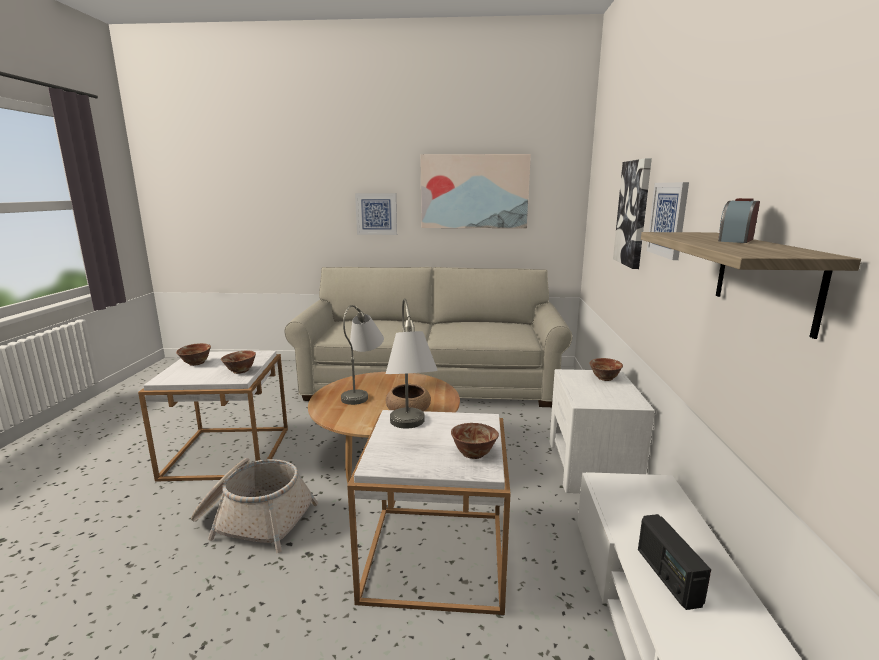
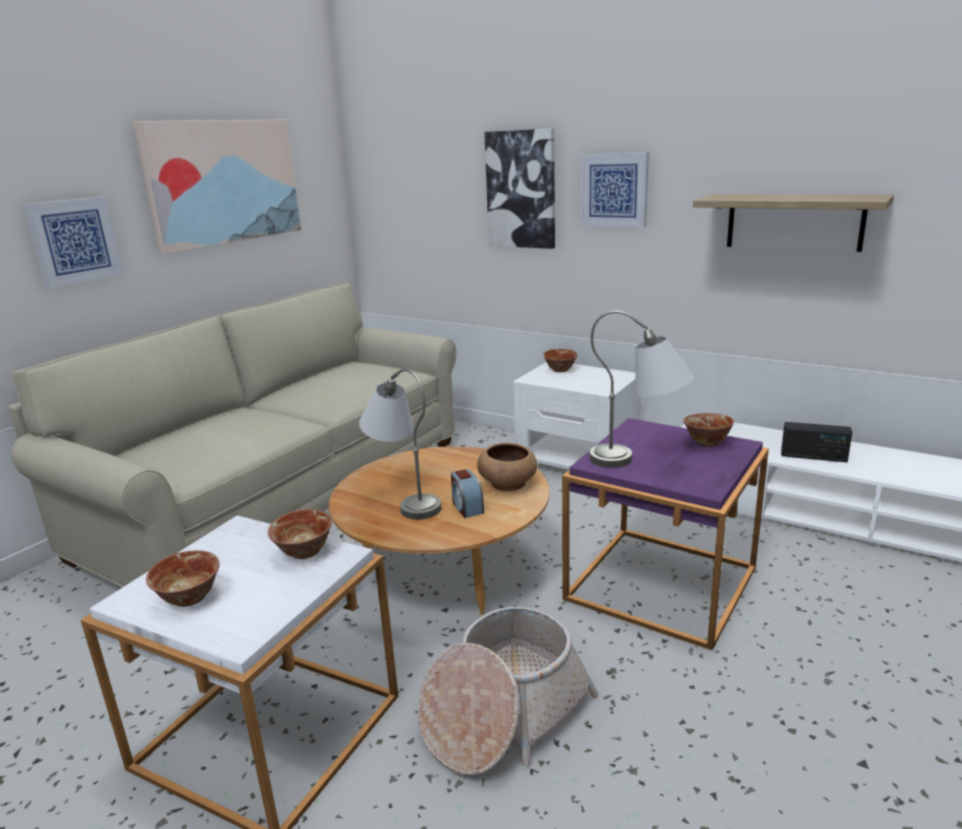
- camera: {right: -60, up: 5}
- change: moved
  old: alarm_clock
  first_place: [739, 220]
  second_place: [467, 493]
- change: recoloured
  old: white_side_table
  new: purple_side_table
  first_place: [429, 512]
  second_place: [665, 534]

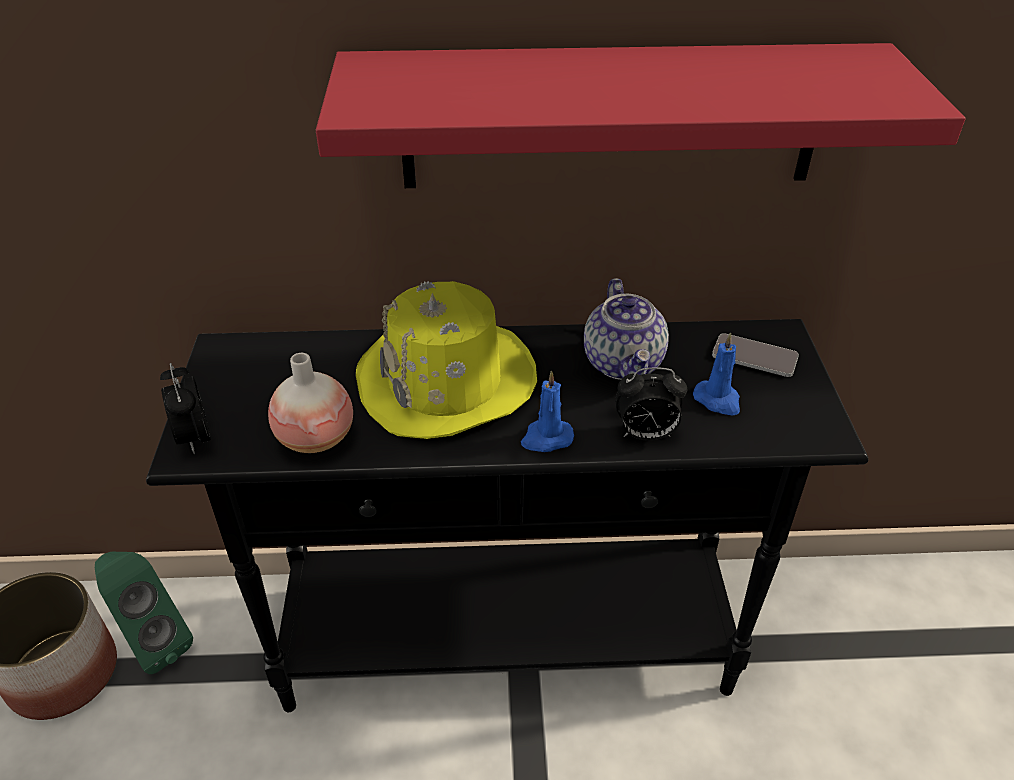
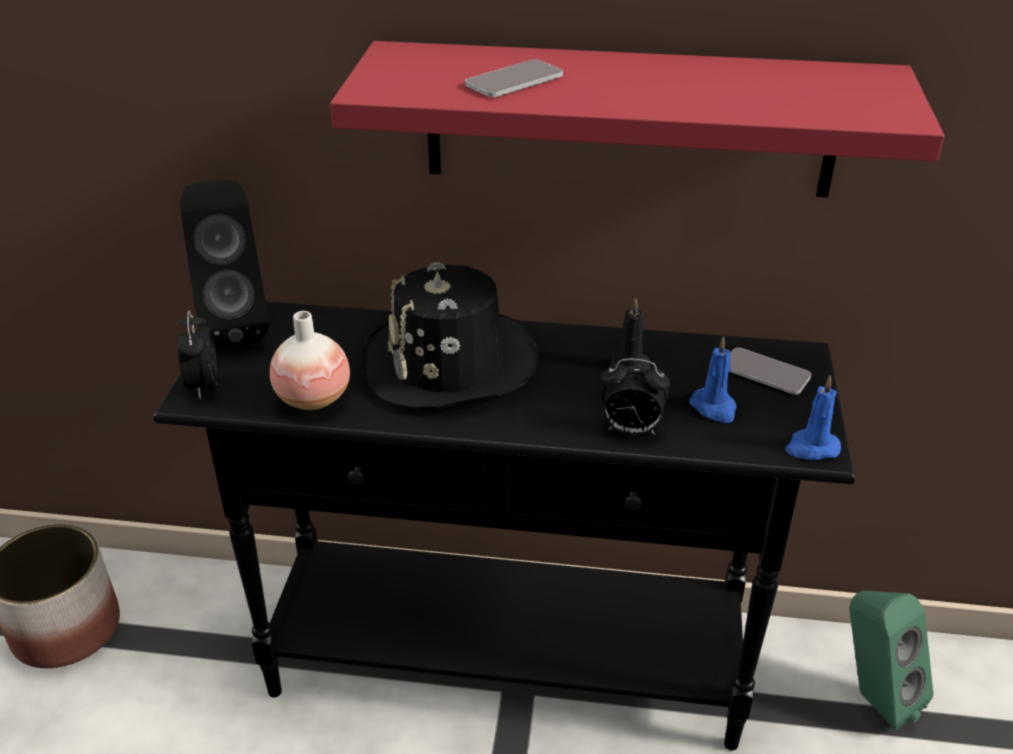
- camera: {right: 10, up: -5}
- change: added
  new: black_speaker
  second_place: [224, 264]
- change: recoloured
  old: yellow_hat
  new: black_hat
  first_place: [446, 360]
  second_place: [451, 335]
- change: added
  new: phone
  second_place: [514, 78]
- change: replaced
  old: teapot
  new: black_candle
  first_place: [626, 329]
  second_place: [630, 334]
- change: moved
  old: blue_candle
  first_place: [547, 411]
  second_place: [813, 417]
- change: moved
  old: green_speaker
  first_place: [144, 613]
  second_place: [891, 661]

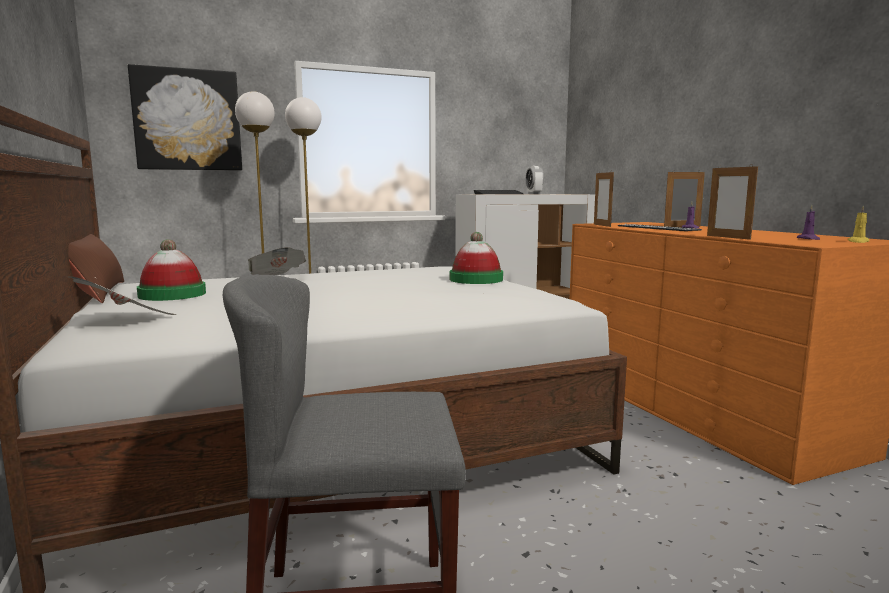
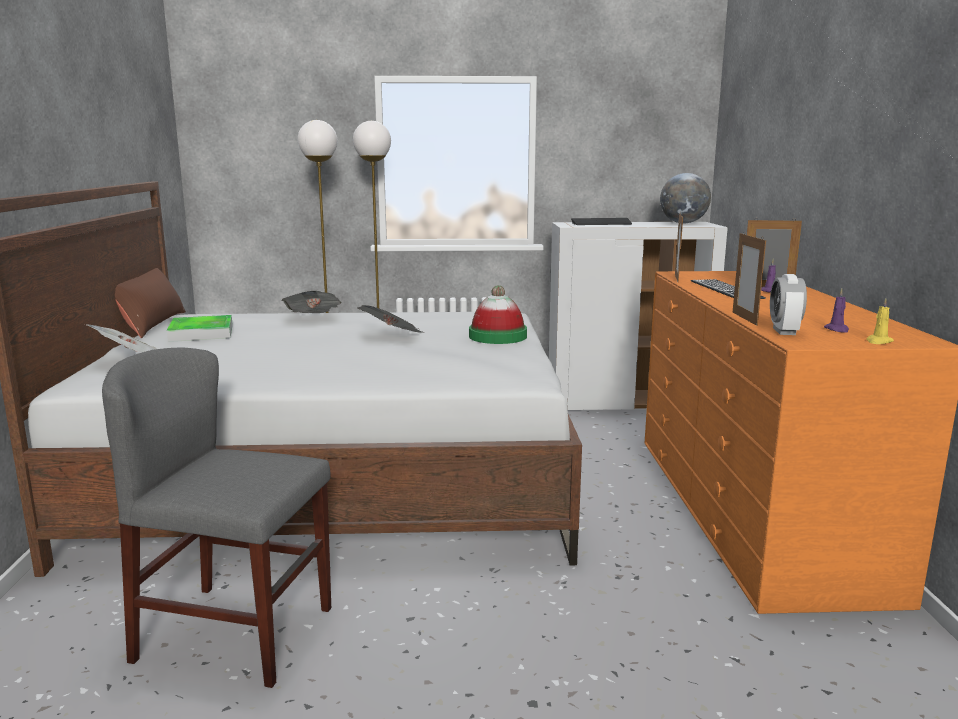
- camera: {right: 20, up: 5}
- change: replaced
  old: hat
  new: tray
  first_place: [171, 270]
  second_place: [200, 328]
- change: added
  new: newspaper
  second_place: [390, 319]
- change: added
  new: globe
  second_place: [685, 198]
- change: moved
  old: alarm_clock
  first_place: [535, 180]
  second_place: [788, 304]
- change: removed
  old: picture
  first_place: [185, 117]

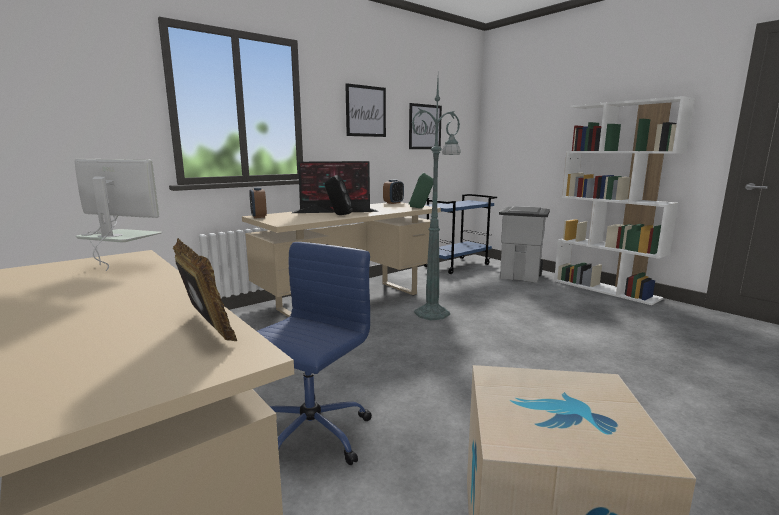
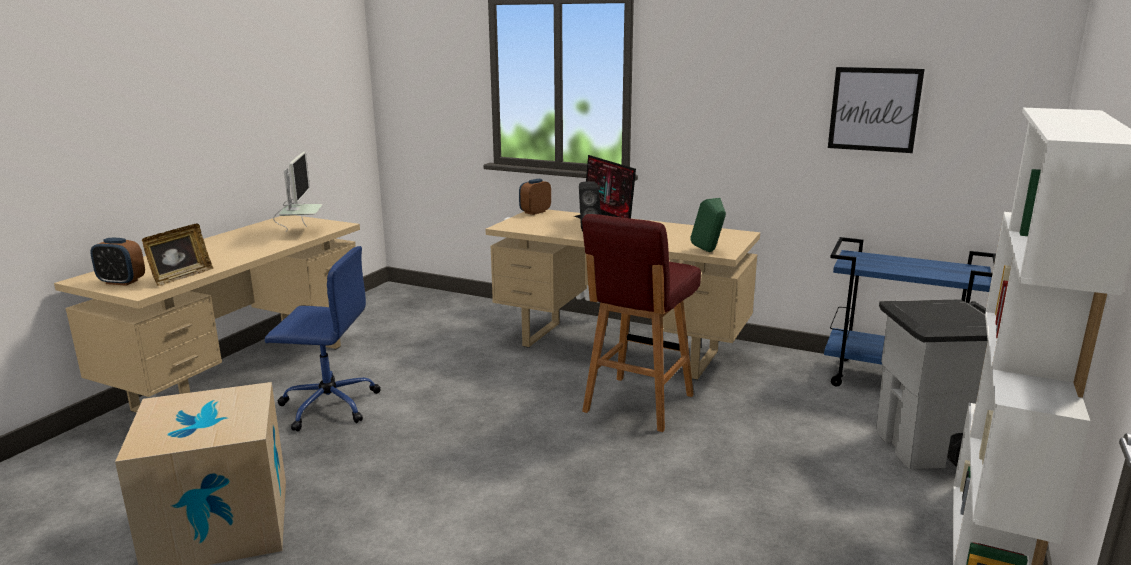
- camera: {right: 65, up: 5}
- change: moved
  old: alarm_clock
  first_place: [393, 192]
  second_place: [117, 262]
- change: replaced
  old: green_floor_lamp
  new: red_stool
  first_place: [436, 200]
  second_place: [641, 323]
- change: removed
  old: picture
  first_place: [365, 110]

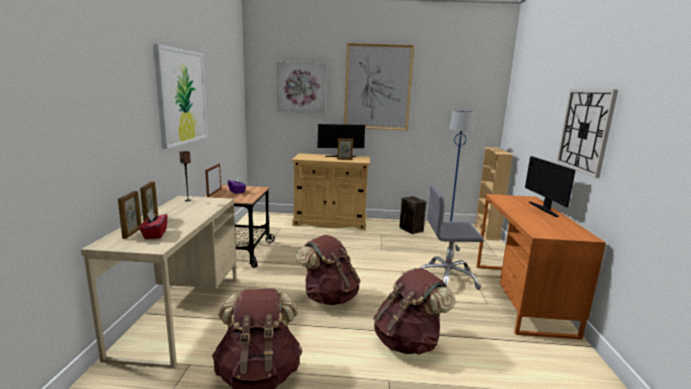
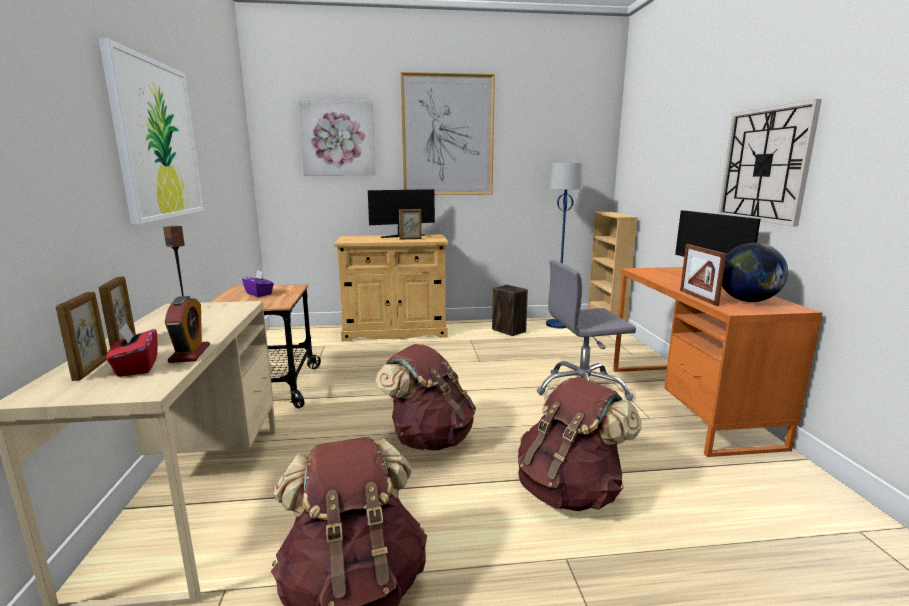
- camera: {right: -10, up: 0}
- change: added
  new: alarm_clock
  second_place: [187, 329]
- change: moved
  old: picture_frame
  first_place: [213, 180]
  second_place: [703, 275]
- change: added
  new: globe
  second_place: [755, 272]

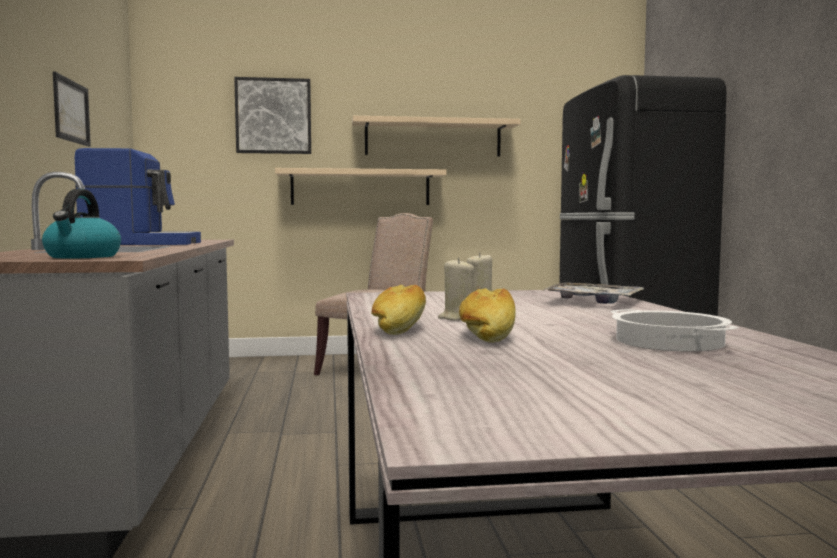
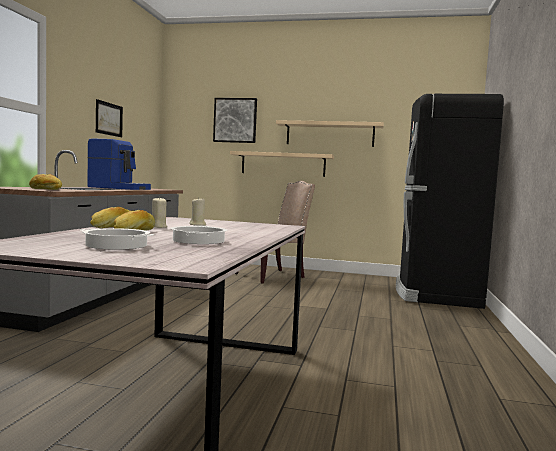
- camera: {right: 20, up: 0}
- change: replaced
  old: kettle
  new: bread
  first_place: [81, 223]
  second_place: [45, 182]
- change: added
  new: cooking_pot
  second_place: [117, 239]
- change: removed
  old: tray
  first_place: [593, 293]

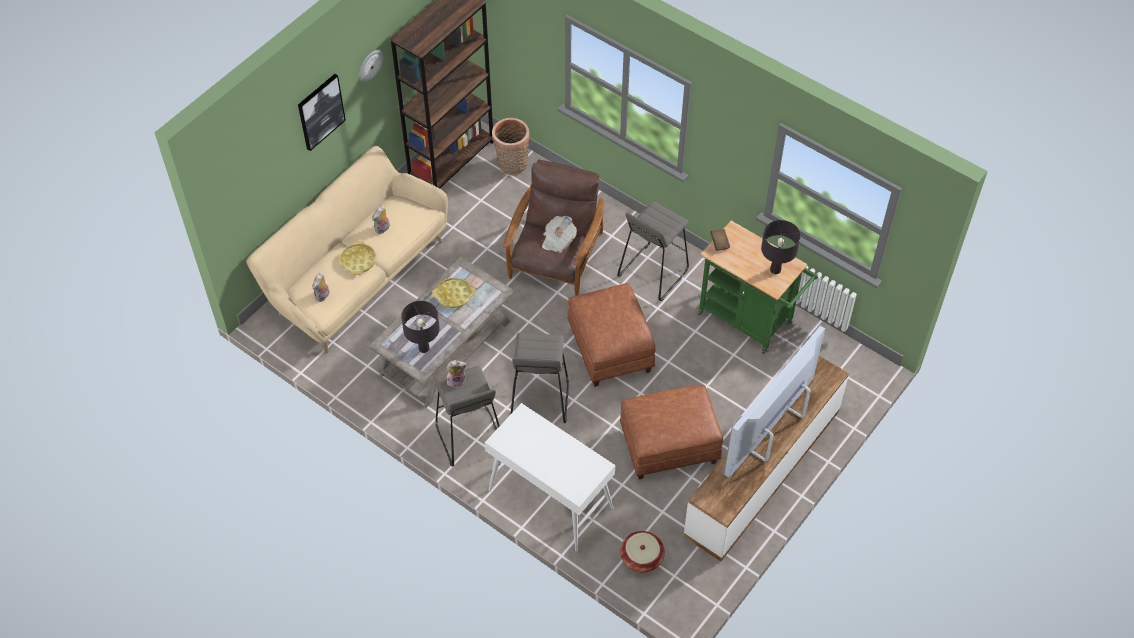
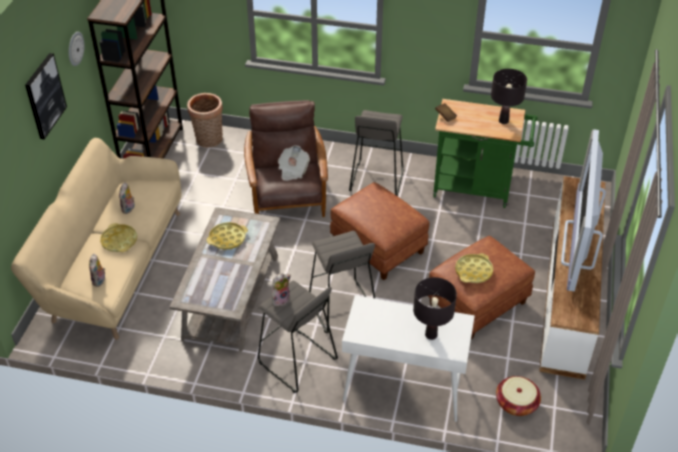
- camera: {right: -25, up: -10}
- change: moved
  old: black_table_lamp
  first_place: [420, 327]
  second_place: [435, 308]
- change: added
  new: yellow_tray
  second_place: [474, 268]

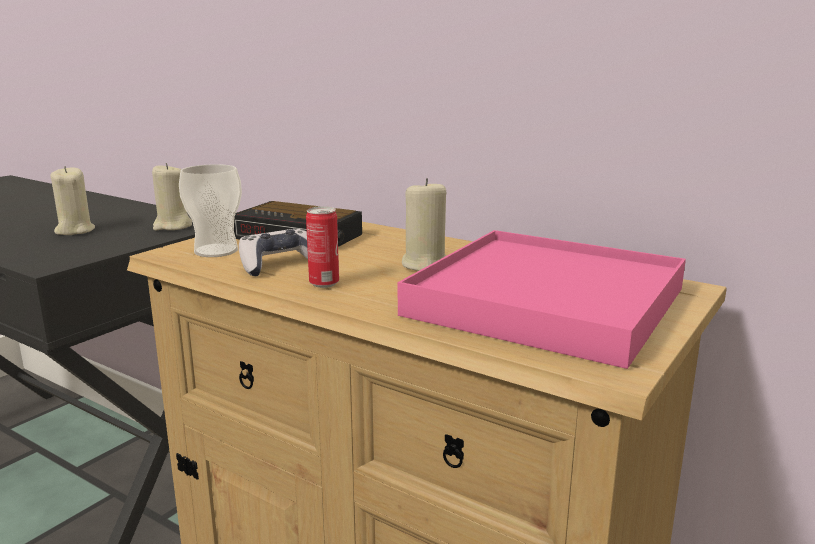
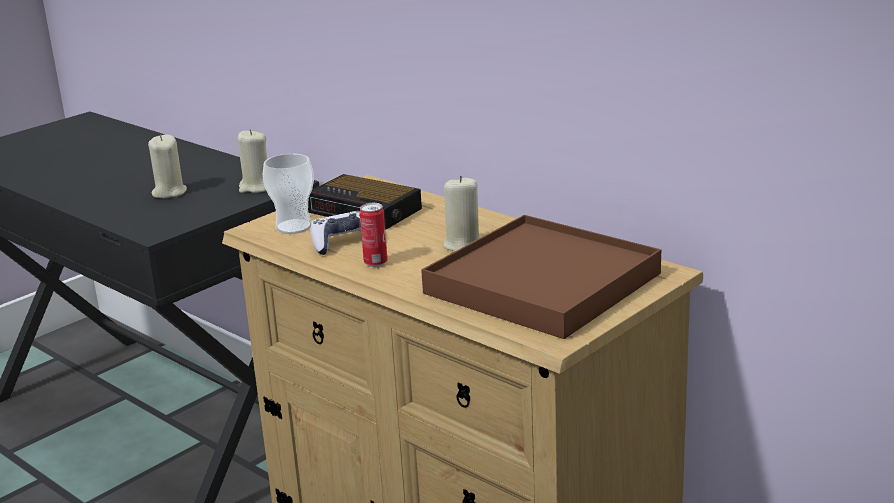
- camera: {right: 10, up: 5}
- change: recoloured
  old: pink_tray
  new: brown_tray
  first_place: [542, 299]
  second_place: [541, 277]

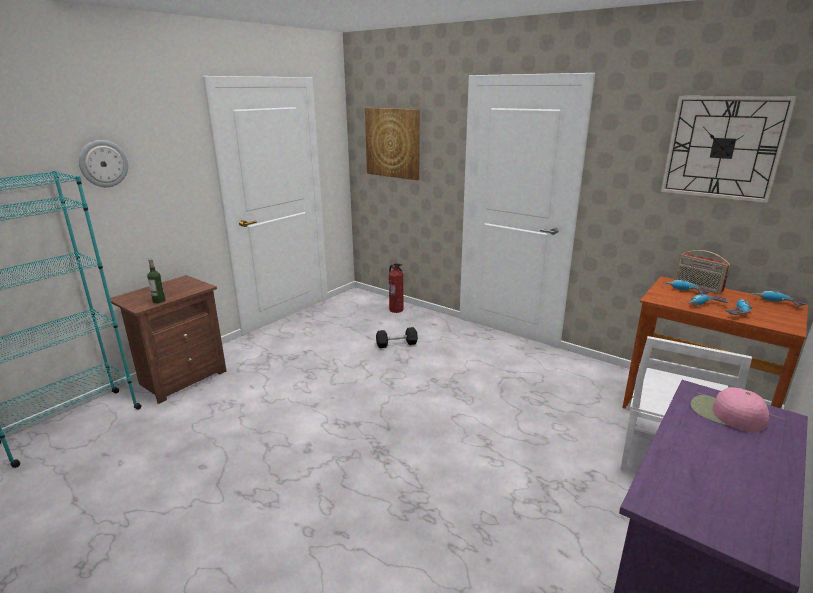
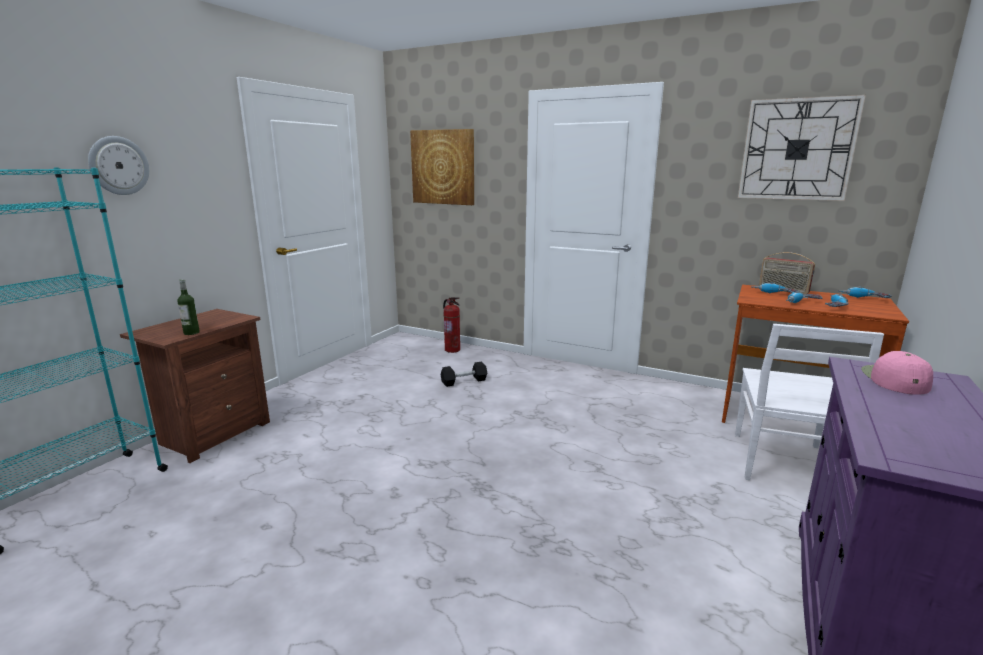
- camera: {right: -10, up: -5}
- change: turned
  old: pink_cap
  first_place: [729, 409]
  second_place: [897, 373]
  degrees: 75

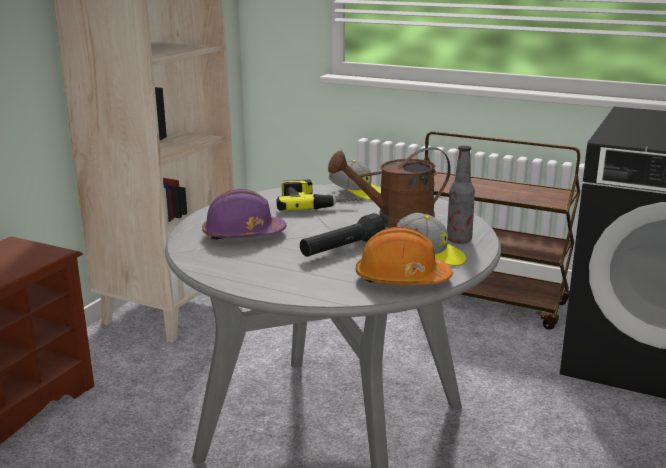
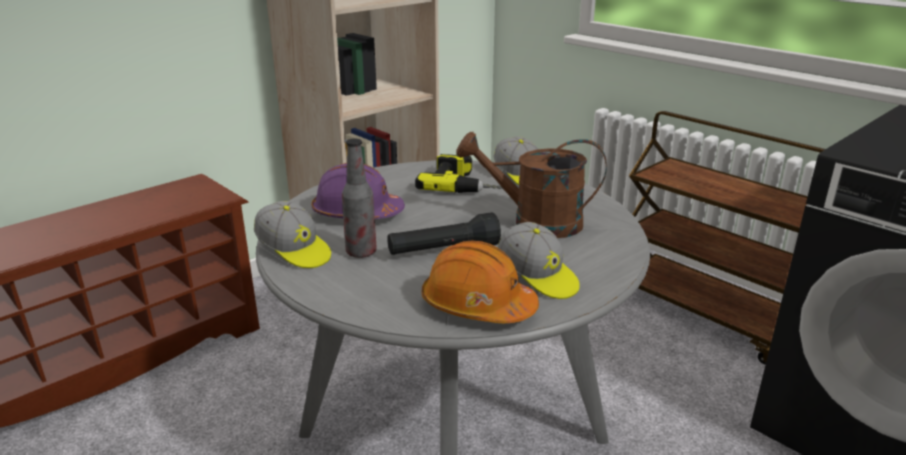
- camera: {right: 20, up: 5}
- change: added
  new: cap
  second_place: [292, 234]
- change: moved
  old: bottle
  first_place: [461, 194]
  second_place: [359, 198]

